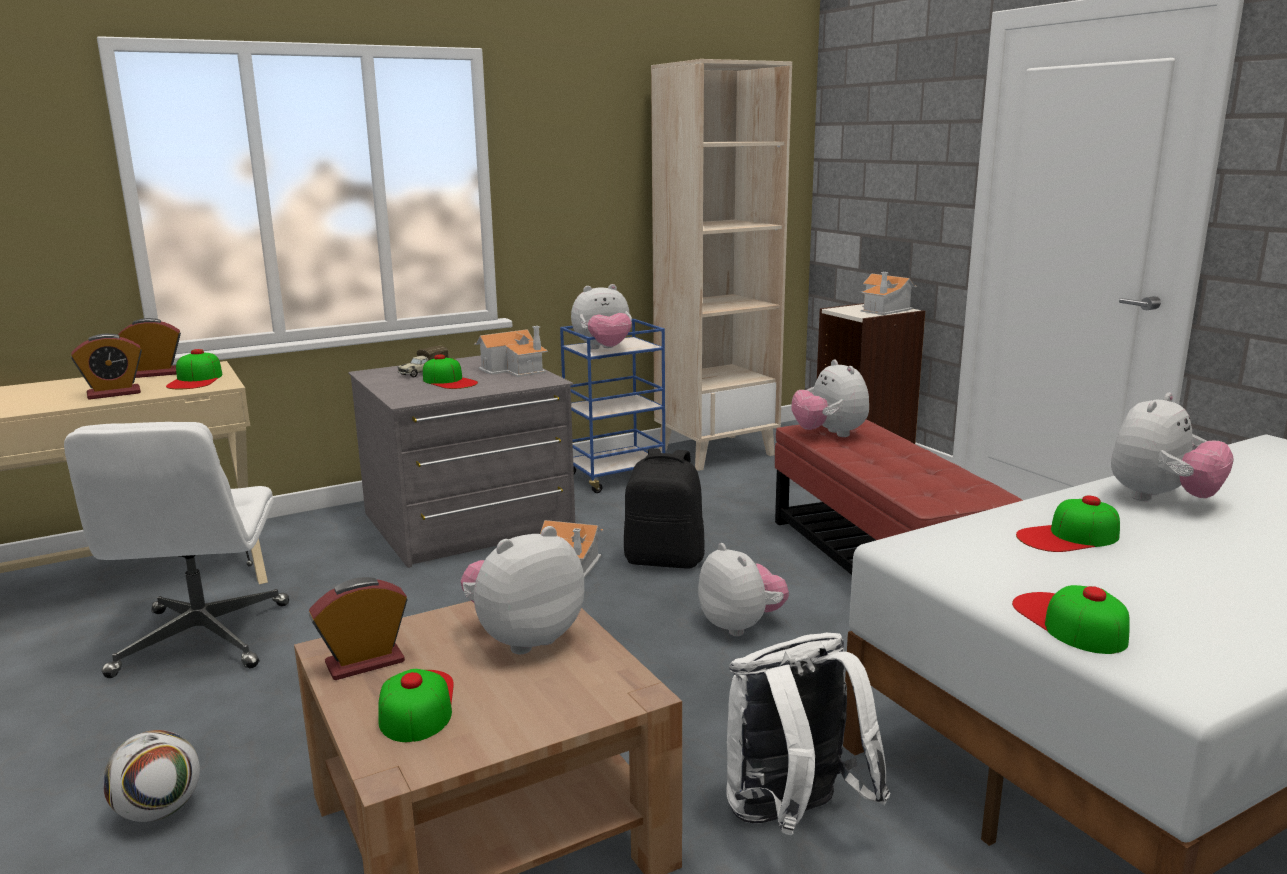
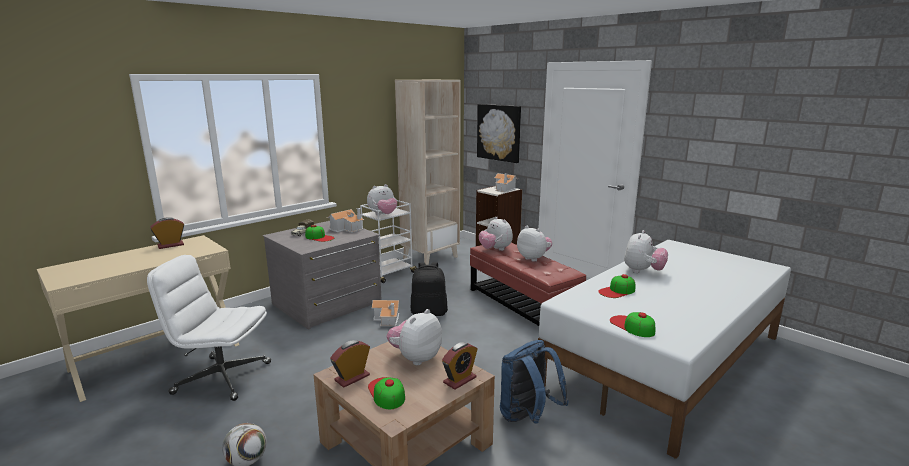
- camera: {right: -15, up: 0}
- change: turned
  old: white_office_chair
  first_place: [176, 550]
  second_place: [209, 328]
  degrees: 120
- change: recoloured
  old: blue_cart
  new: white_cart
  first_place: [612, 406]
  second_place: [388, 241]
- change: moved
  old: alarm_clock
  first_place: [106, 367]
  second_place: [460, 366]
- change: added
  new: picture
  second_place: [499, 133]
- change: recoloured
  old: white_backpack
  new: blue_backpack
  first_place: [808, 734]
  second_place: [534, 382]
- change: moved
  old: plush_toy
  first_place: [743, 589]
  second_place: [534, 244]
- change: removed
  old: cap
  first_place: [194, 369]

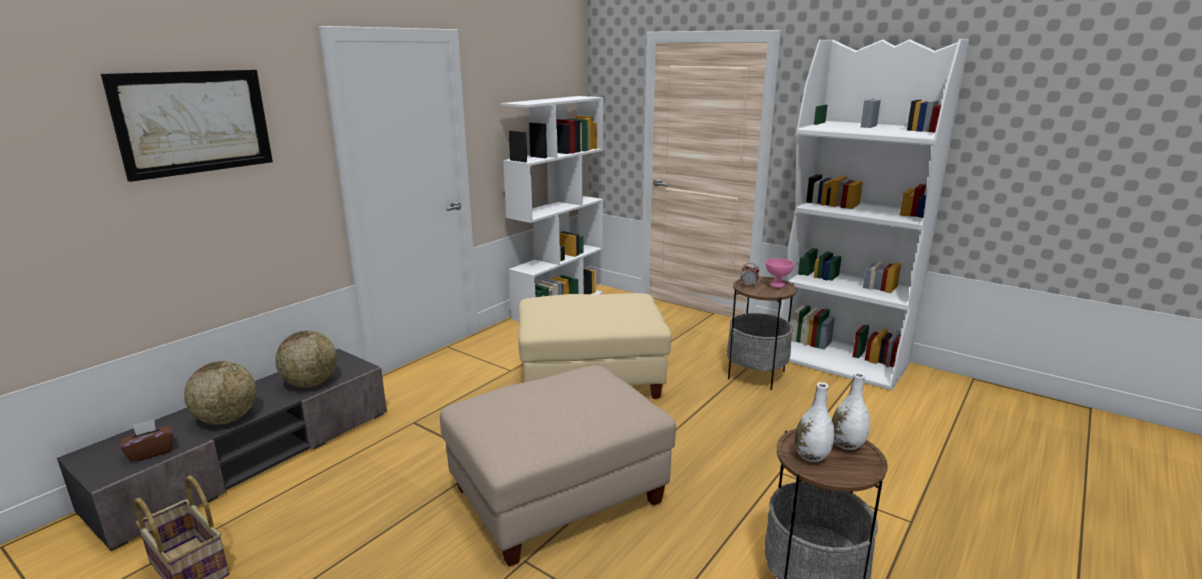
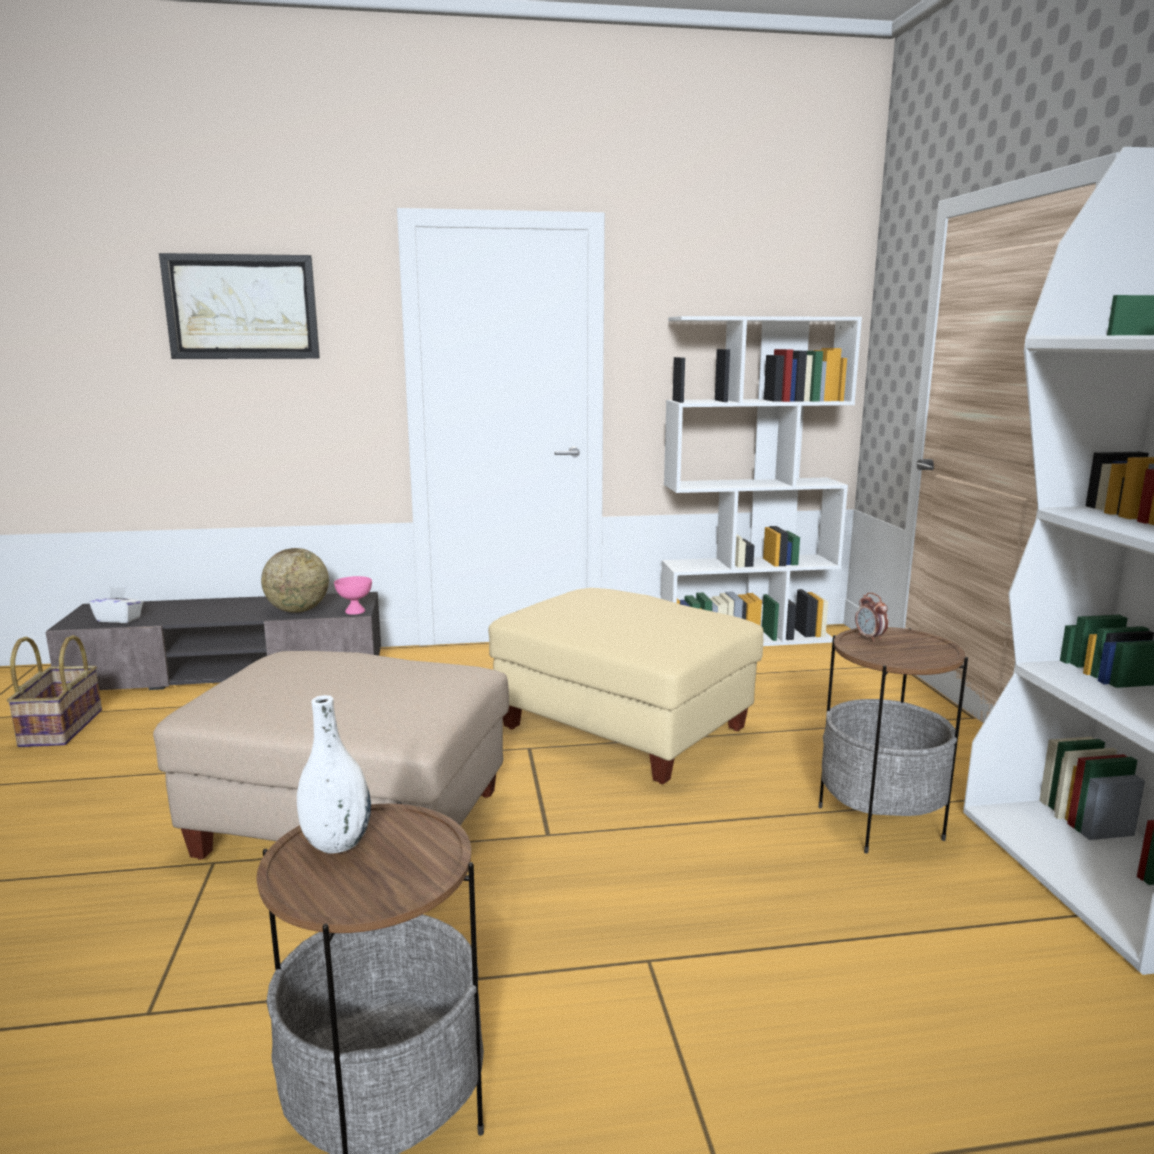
- camera: {right: 45, up: -5}
- change: recoloured
  old: brown_tissue_box
  new: white_tissue_box
  first_place: [146, 441]
  second_place: [116, 605]
- change: moved
  old: pink_bowl
  first_place: [780, 273]
  second_place: [353, 595]
- change: removed
  old: globe
  first_place: [220, 393]
- change: removed
  old: white_vase
  first_place: [851, 411]

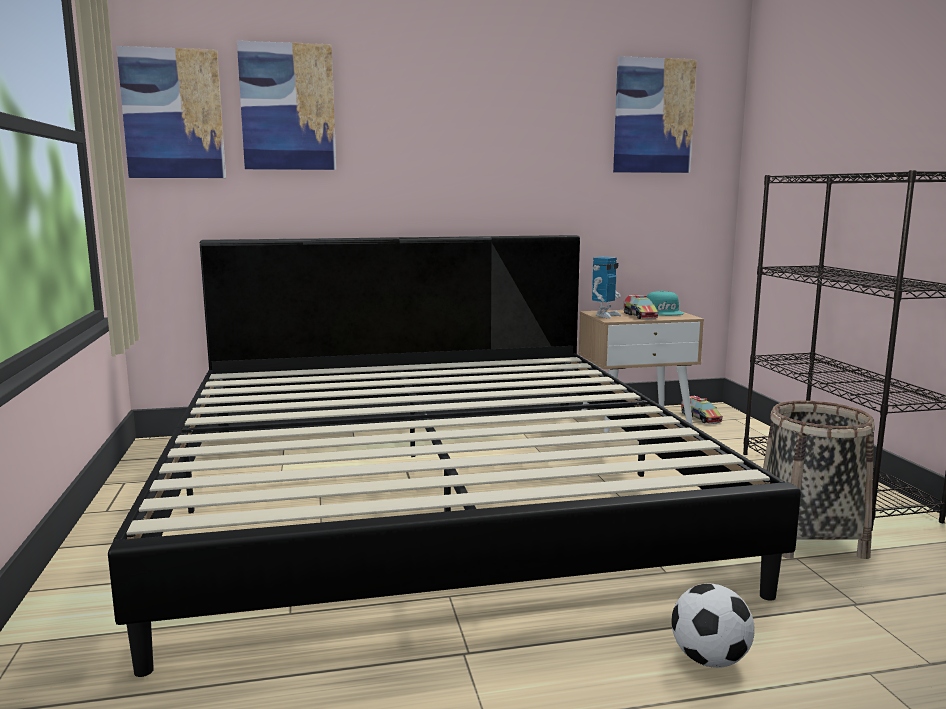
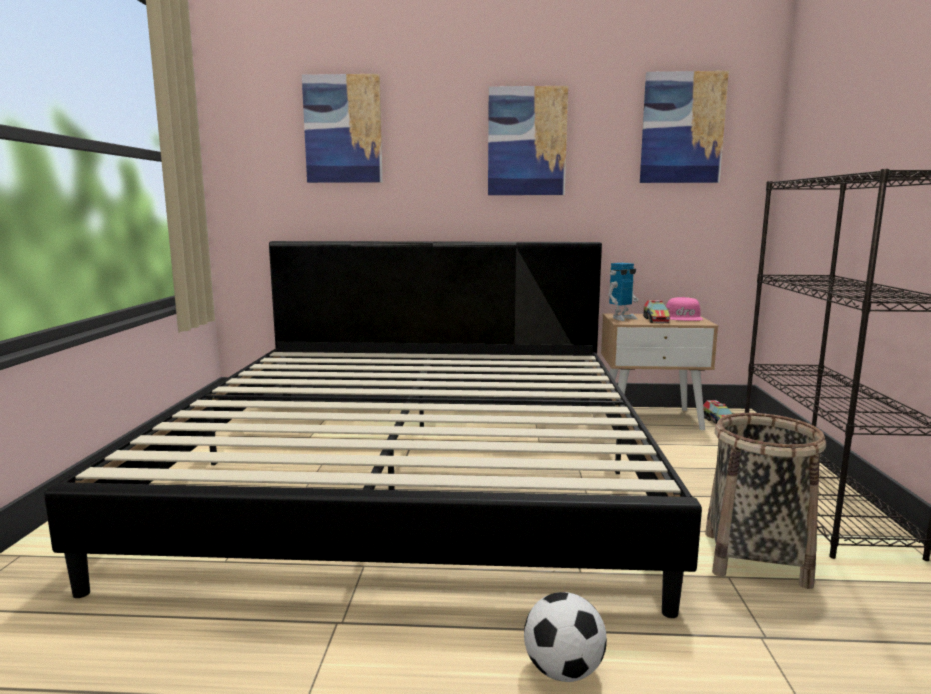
- camera: {right: 15, up: 0}
- change: moved
  old: picture
  first_place: [171, 112]
  second_place: [528, 140]
- change: recoloured
  old: turquoise_cap
  new: pink_cap
  first_place: [665, 303]
  second_place: [684, 309]

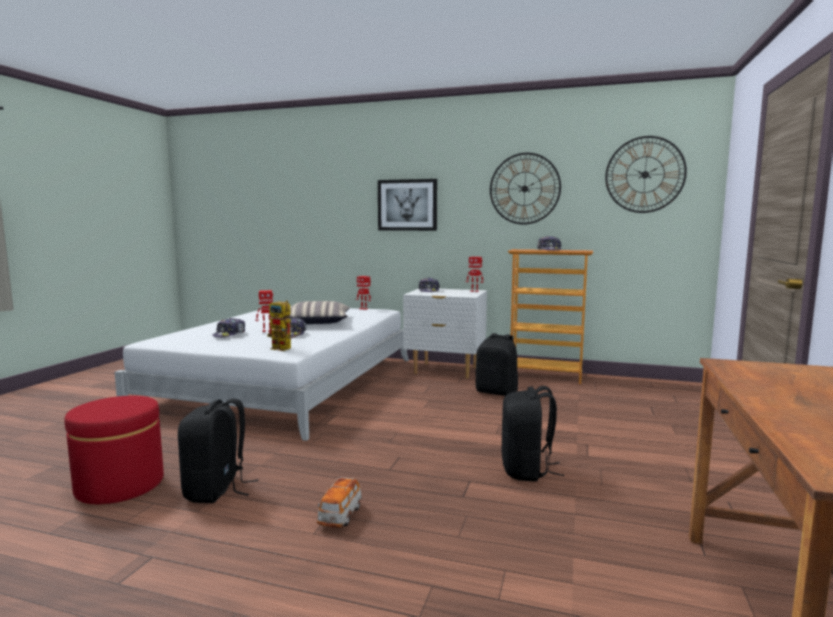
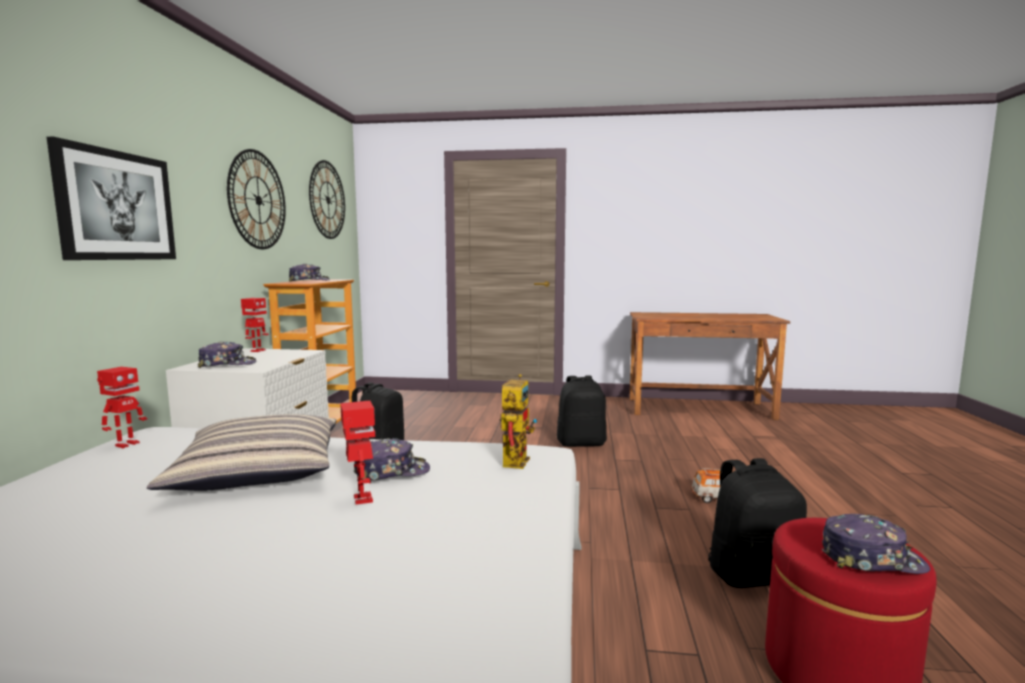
- camera: {right: -100, up: 0}
- change: moved
  old: cap
  first_place: [229, 327]
  second_place: [876, 544]

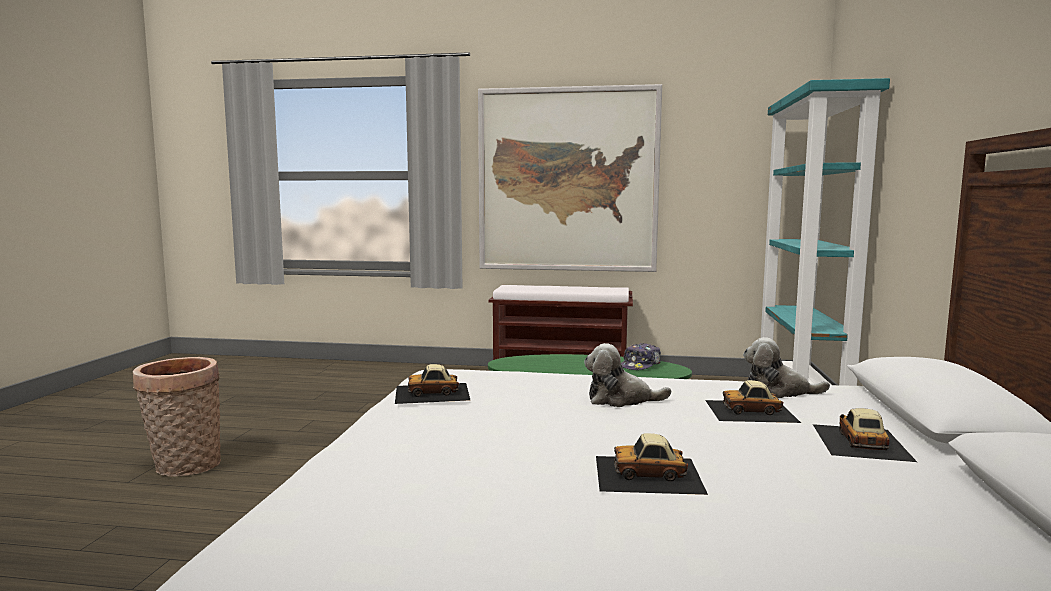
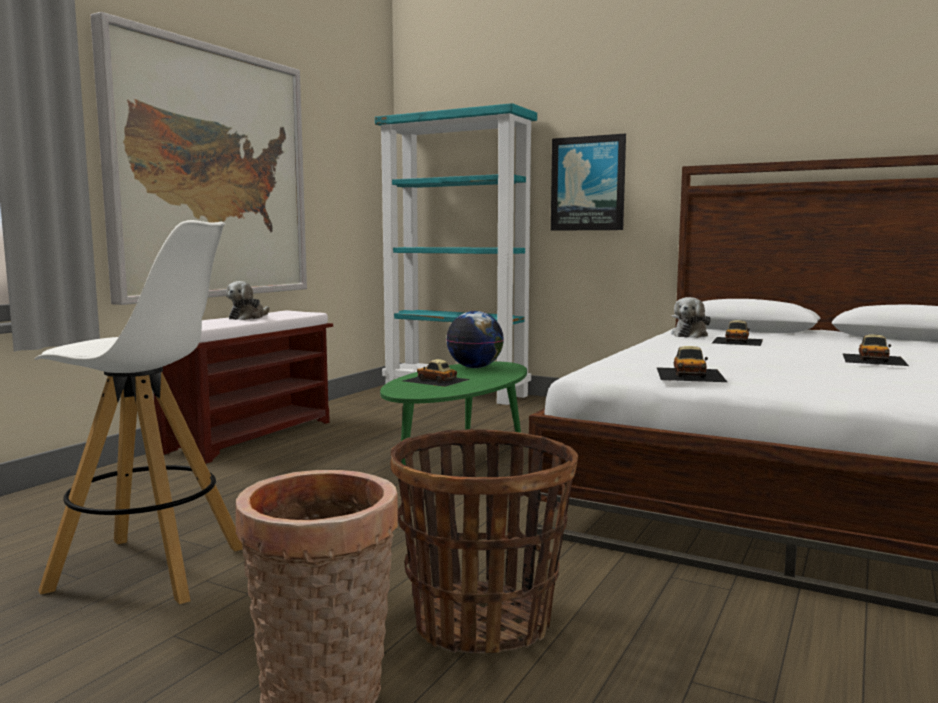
- camera: {right: -70, up: 0}
- change: added
  new: white_stool
  second_place: [139, 412]
- change: moved
  old: plush_toy
  first_place: [627, 375]
  second_place: [248, 300]
- change: added
  new: basket
  second_place: [484, 541]
- change: moved
  old: toy_car
  first_place: [865, 435]
  second_place: [436, 373]
- change: replaced
  old: cap
  new: globe
  first_place: [641, 356]
  second_place: [475, 339]
- change: added
  new: picture
  second_place: [588, 182]

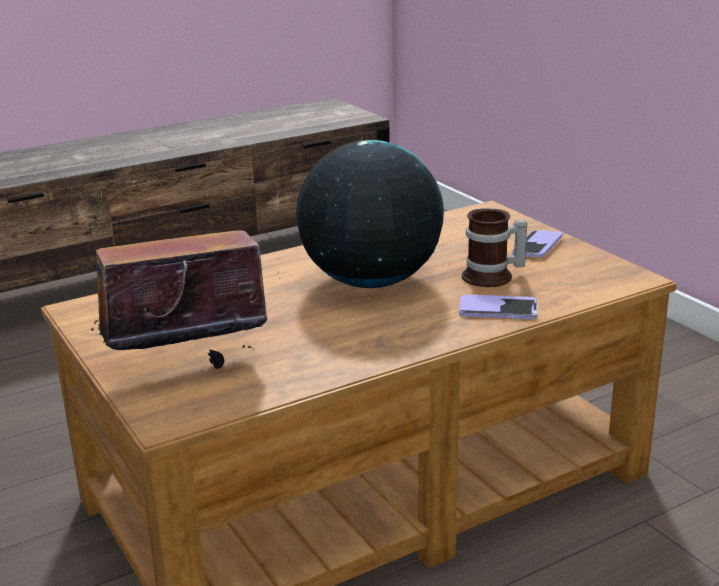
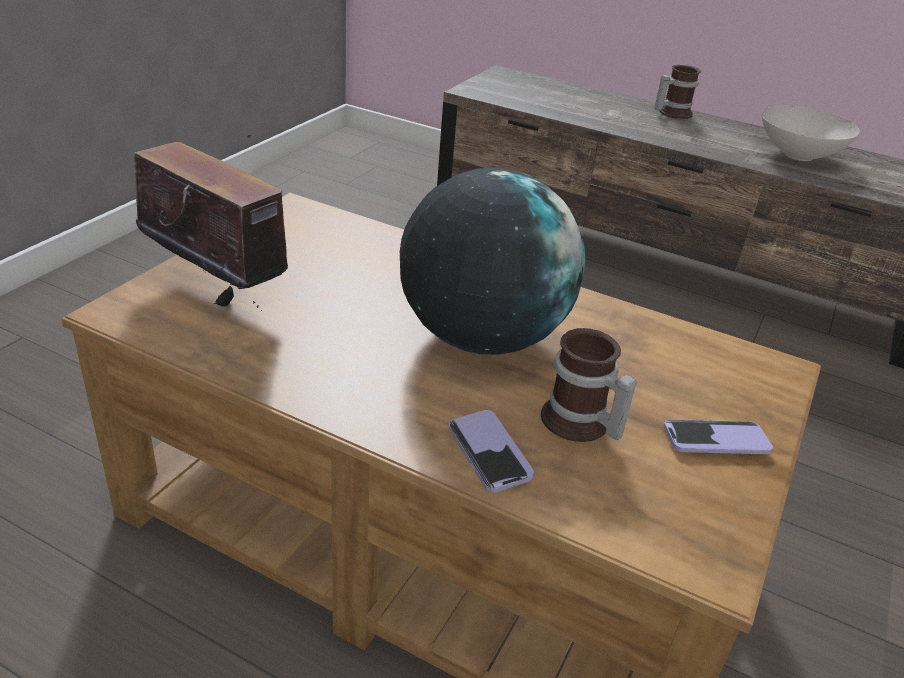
- camera: {right: 55, up: 10}
- change: added
  new: mug
  second_place: [678, 92]
- change: added
  new: white_bowl
  second_place: [811, 133]

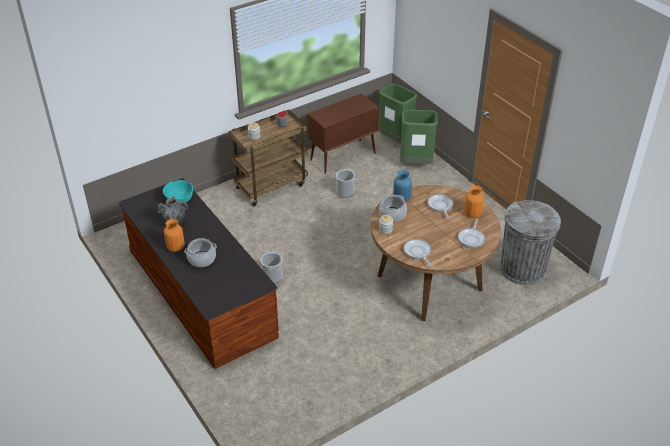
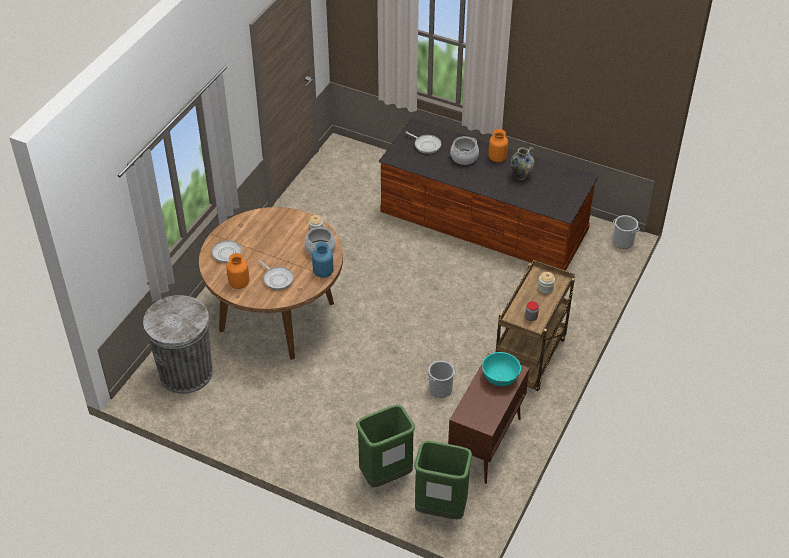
- camera: {right: 150, up: 5}
- change: moved
  old: frying_pan
  first_place: [418, 253]
  second_place: [423, 142]
- change: moved
  old: turquoise_bowl
  first_place: [178, 191]
  second_place: [501, 369]
- change: moved
  old: bucket
  first_place: [271, 267]
  second_place: [625, 232]

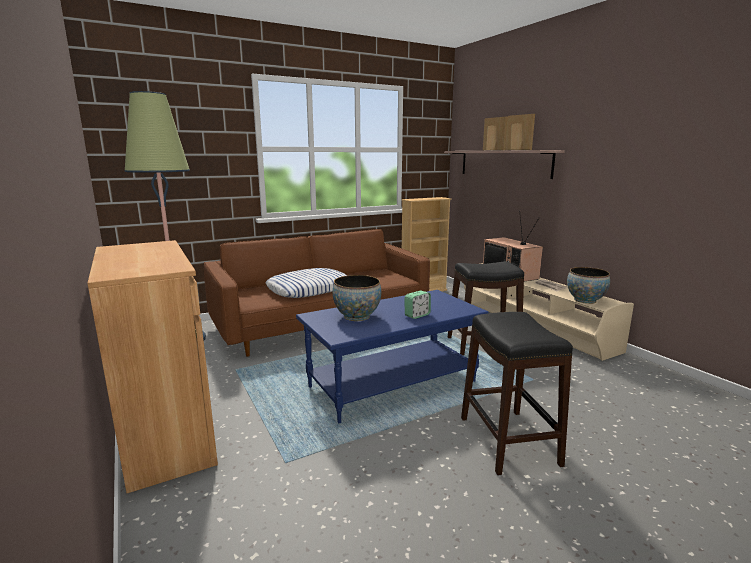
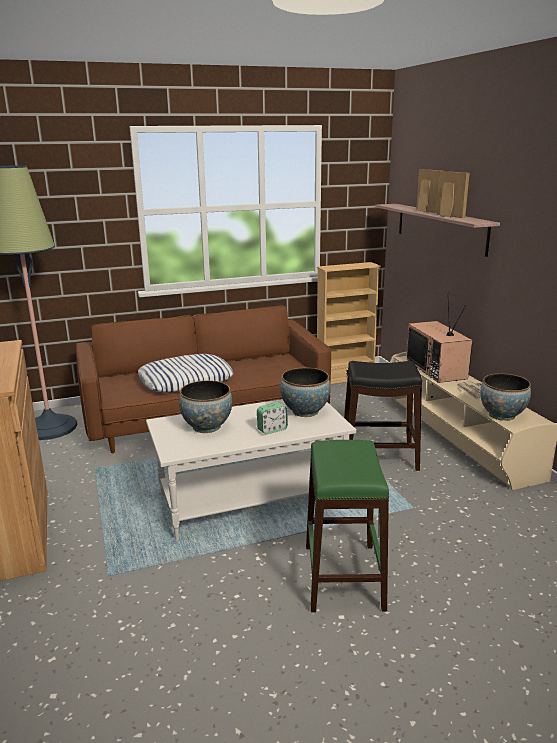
- camera: {right: 10, up: 5}
- change: recoloured
  old: blue_coffee_table
  new: white_coffee_table
  first_place: [392, 356]
  second_place: [251, 469]
- change: added
  new: bowl
  second_place: [305, 392]
- change: recoloured
  old: black_stool
  new: green_stool
  first_place: [517, 393]
  second_place: [347, 526]

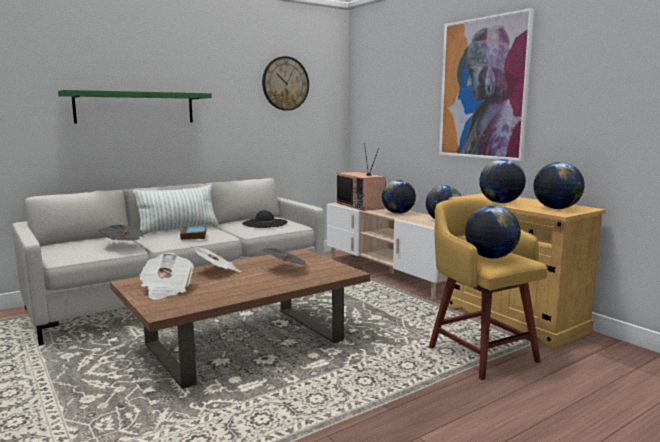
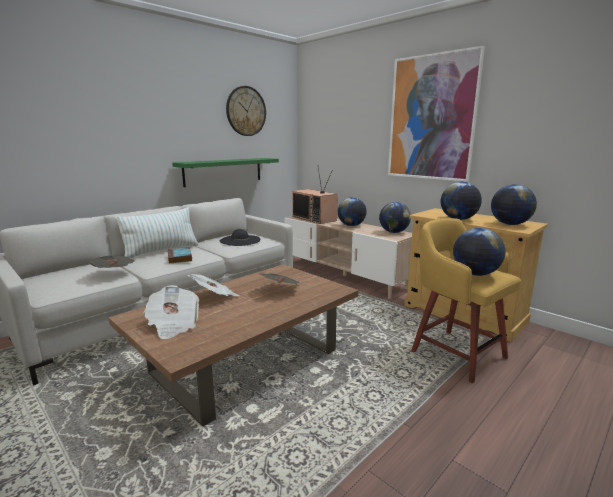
- camera: {right: -10, up: 5}
- change: moved
  old: green_shelf
  first_place: [135, 107]
  second_place: [225, 172]

